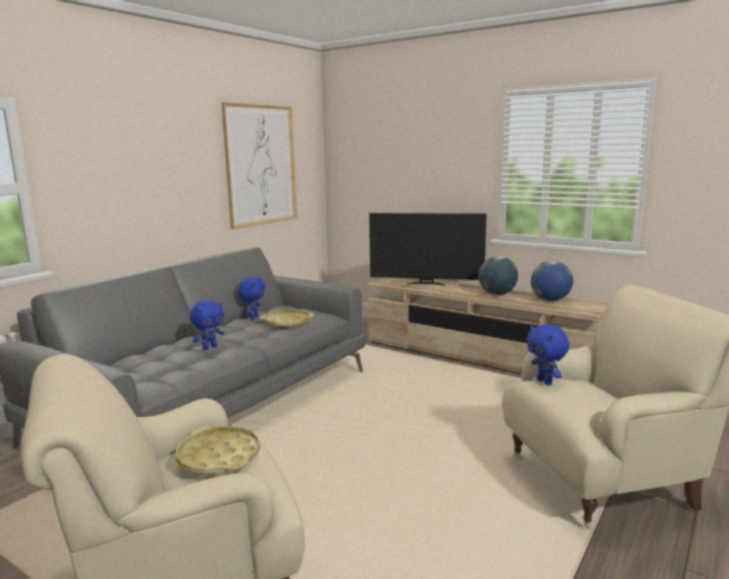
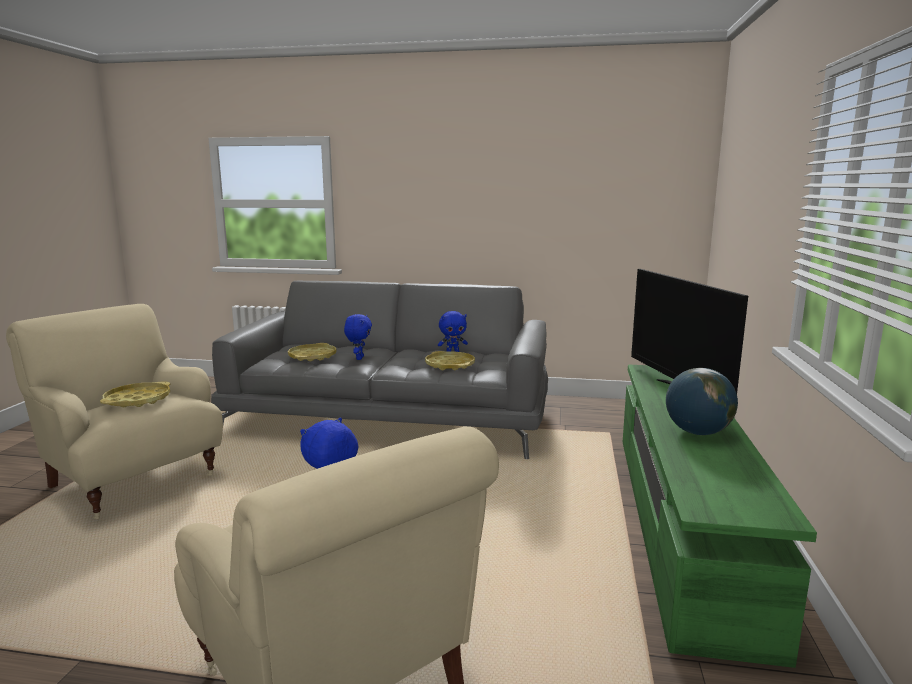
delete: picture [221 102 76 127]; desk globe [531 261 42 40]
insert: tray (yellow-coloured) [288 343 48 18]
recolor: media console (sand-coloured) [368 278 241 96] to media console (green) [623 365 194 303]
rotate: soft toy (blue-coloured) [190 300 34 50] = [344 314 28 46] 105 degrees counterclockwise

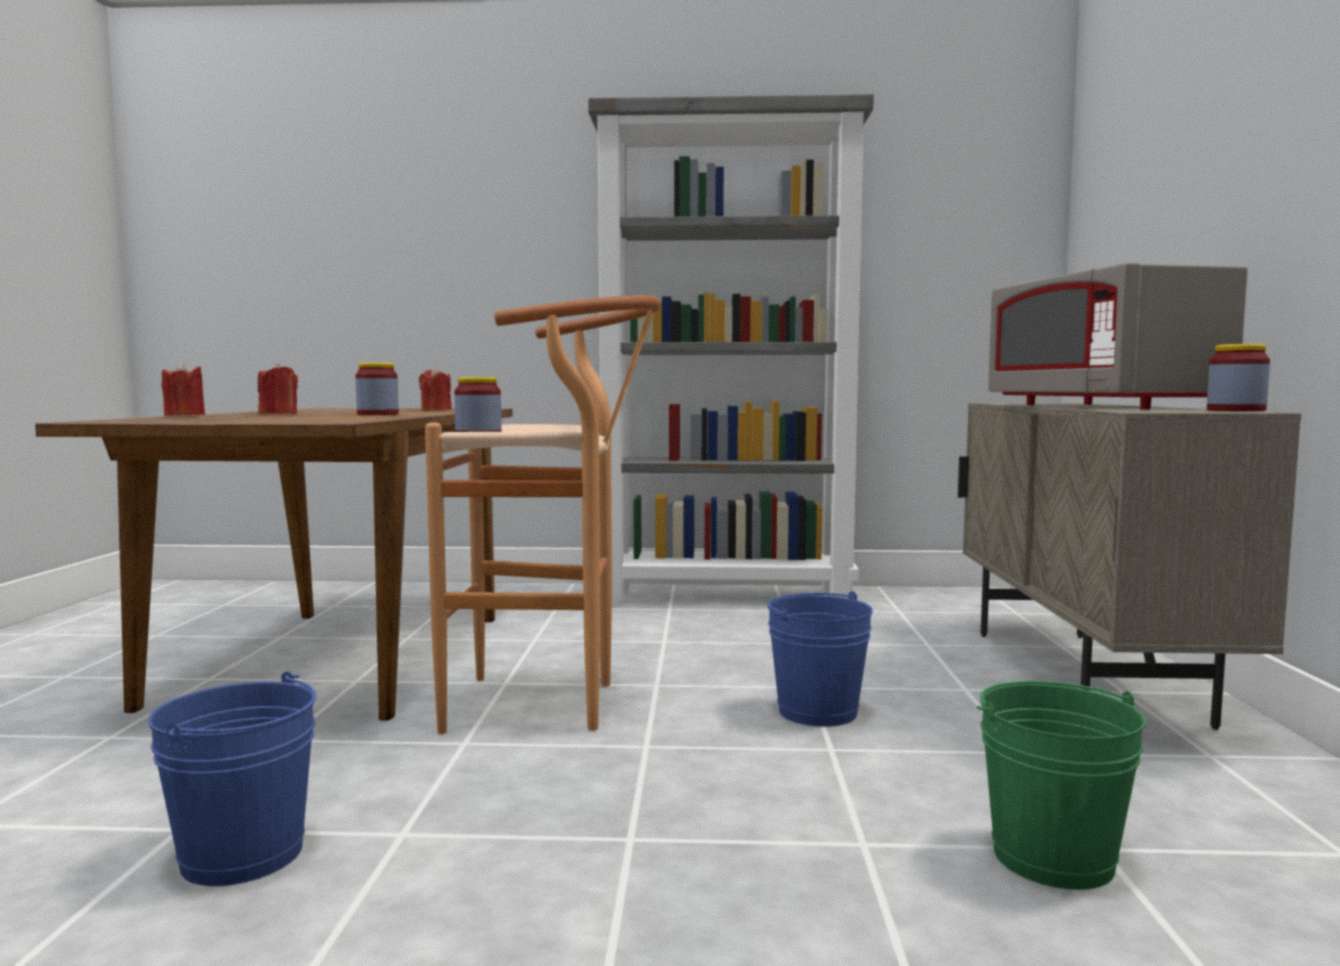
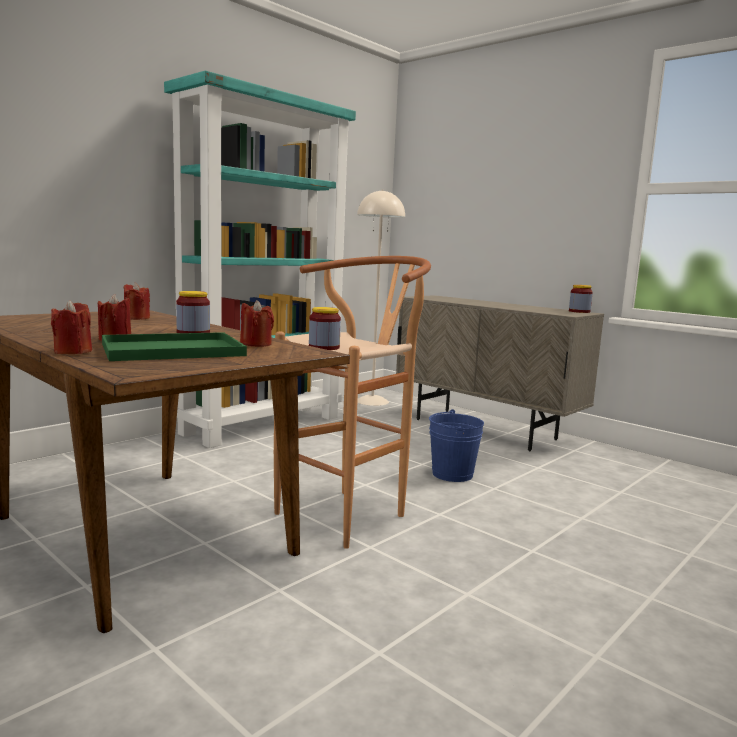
delete: bucket (blue-coloured) [148 671 168 215]; bucket (green) [977 681 169 209]; microwave oven (greyish) [988 262 260 147]
insert: tray (green) [102 332 145 29]; candle (red) [240 300 34 47]; standard lamp (sand-coloured) [357 189 48 217]
recolor: bookshelf (greyish) [588 94 286 512] to bookshelf (blue-green) [164 71 192 377]

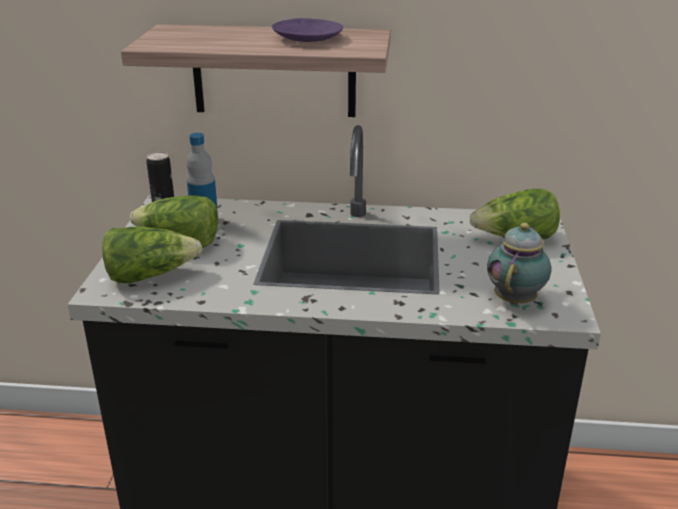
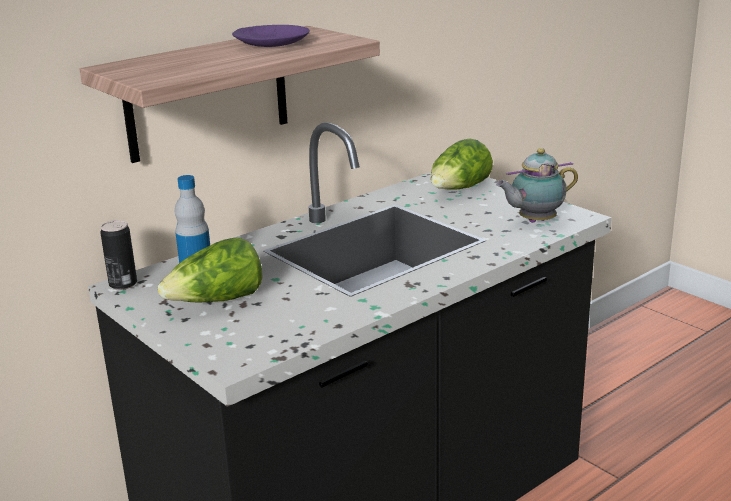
delete: lettuce head [102 227 100 56]
rotate: teapot [487 223 64 81] = [496 148 82 75] 90 degrees counterclockwise

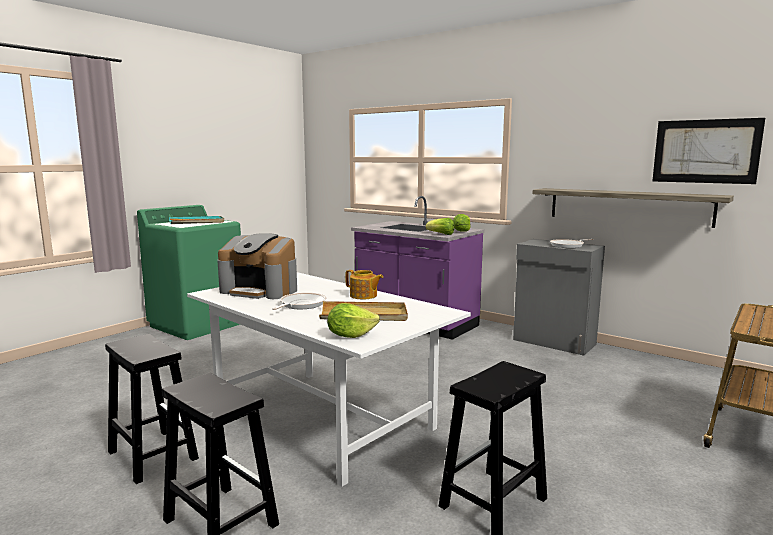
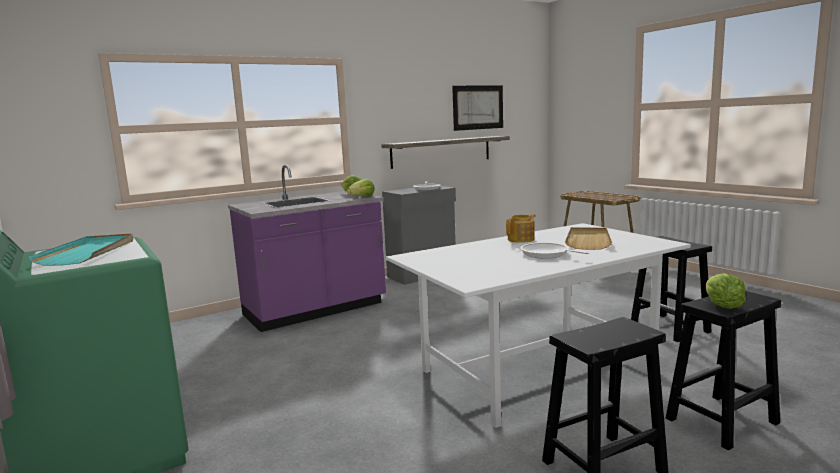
delete: coffee maker [217 233 80 66]
move: lettuce head [327 303 53 35] to [706 273 40 36]

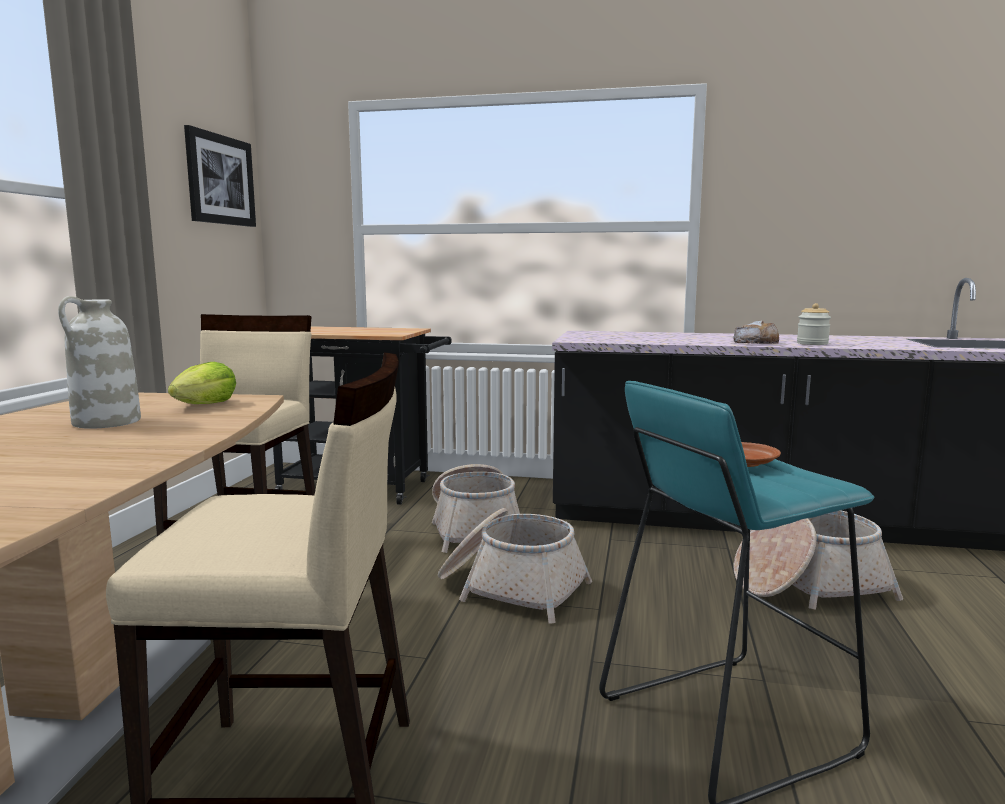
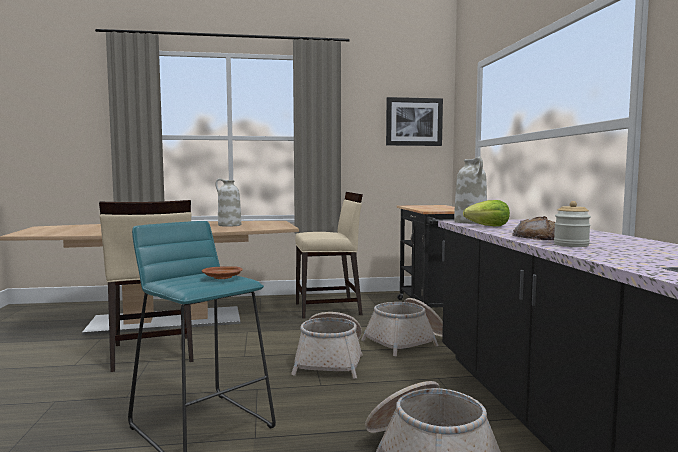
insert: vase (whitish) [454 157 33 67]
move: lettuce head [168 362 68 42] to [463 200 47 26]

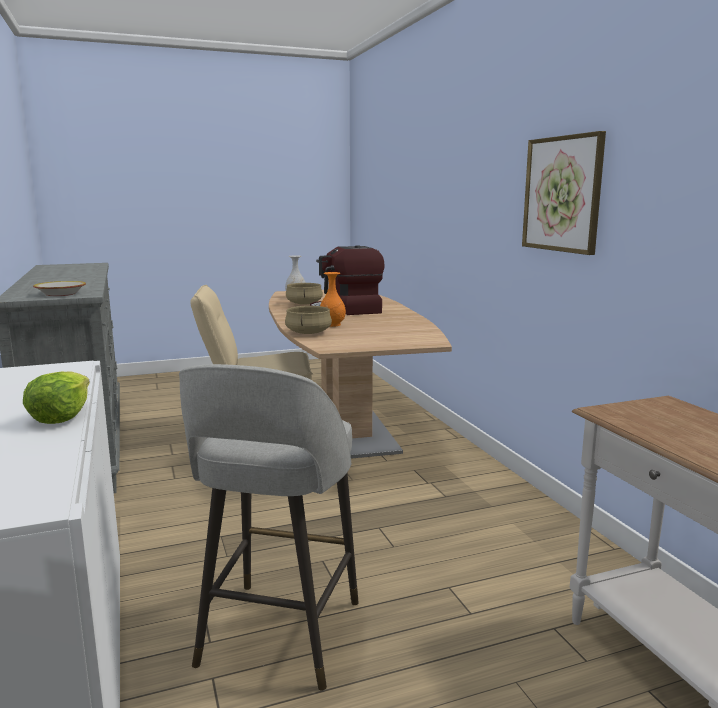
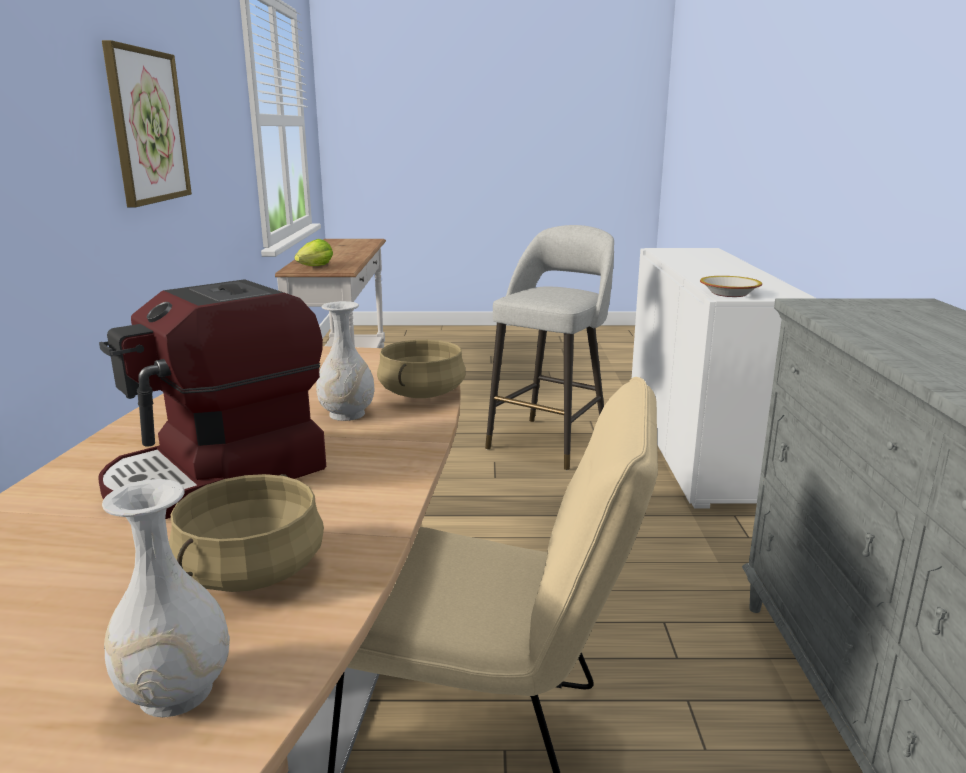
move: lettuce head [23 371 67 53] to [294 239 39 27]; deep dish [33 281 53 15] to [700 276 62 21]
recolor: vase (orange) [320 272 26 55] to vase (whitish) [316 301 59 120]
rotate: coffee maker [310 245 75 70] = [99 279 227 240] 135 degrees clockwise

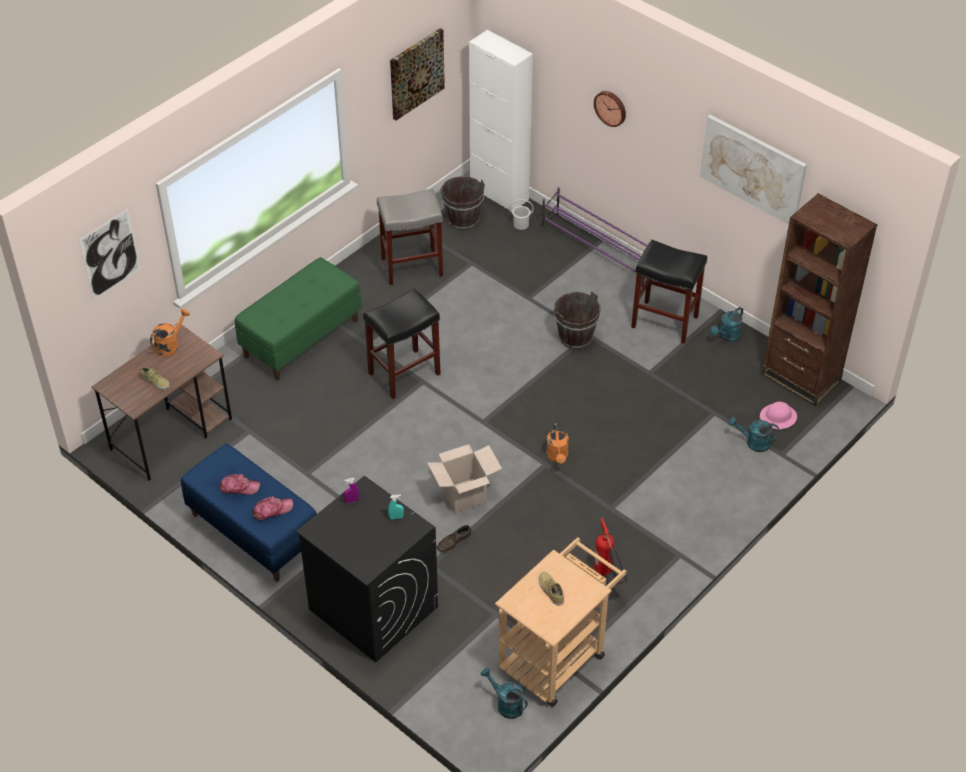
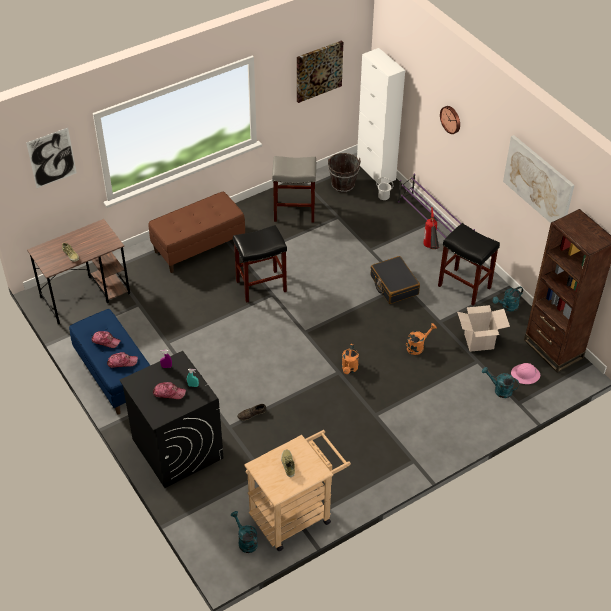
insert: baseball cap [153 382 33 17]
move: sprinkling can (orange) [150 309 40 47] to [406 323 31 32]; packing box [427 444 75 69] to [457 305 53 47]; fire extinguisher [594 518 34 67] to [423 207 16 42]
replace: bucket (brown) [554 291 47 58] to suitcase (black) [371 256 49 48]
recolor: long seat (green) [235 257 127 123] to long seat (brown) [148 191 97 82]

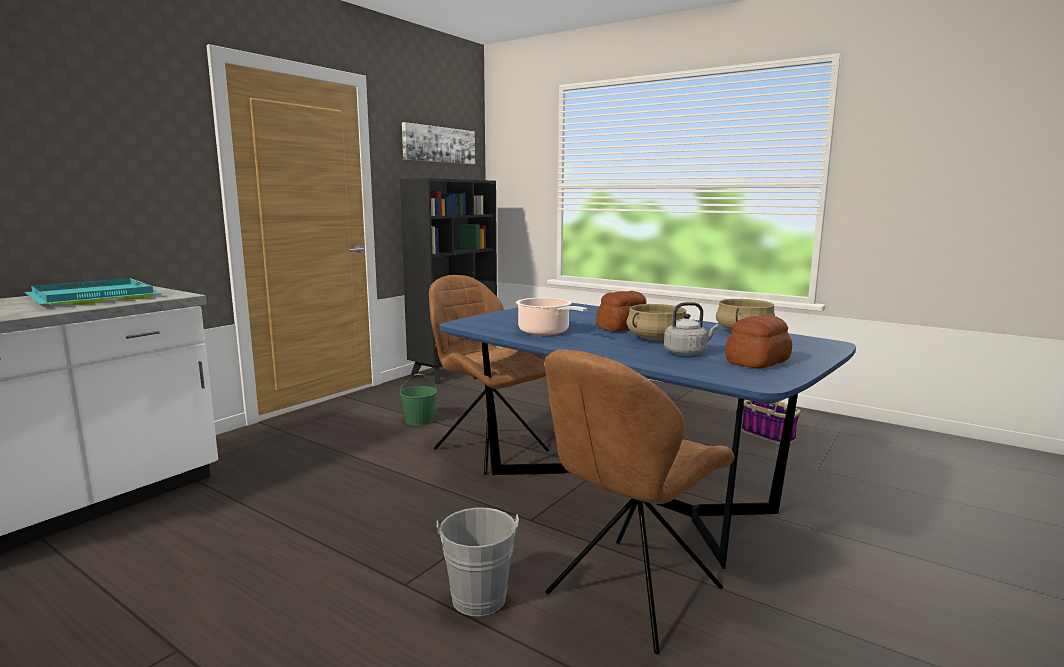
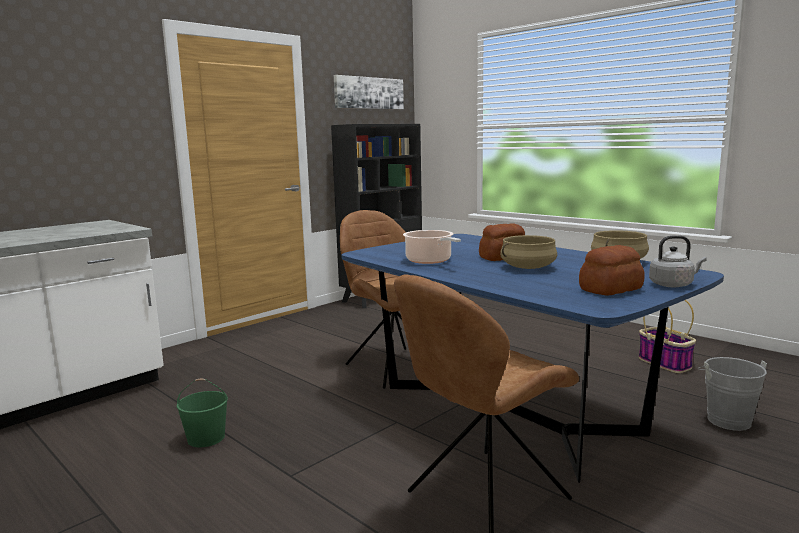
delete: tray (blue-green) [24 278 137 27]
move: bucket (green) [400 374 37 52] to [177 379 51 68]; bucket (greyish) [436 508 83 108] to [698 357 69 74]; kettle (greyish) [664 302 55 54] to [649 235 58 52]

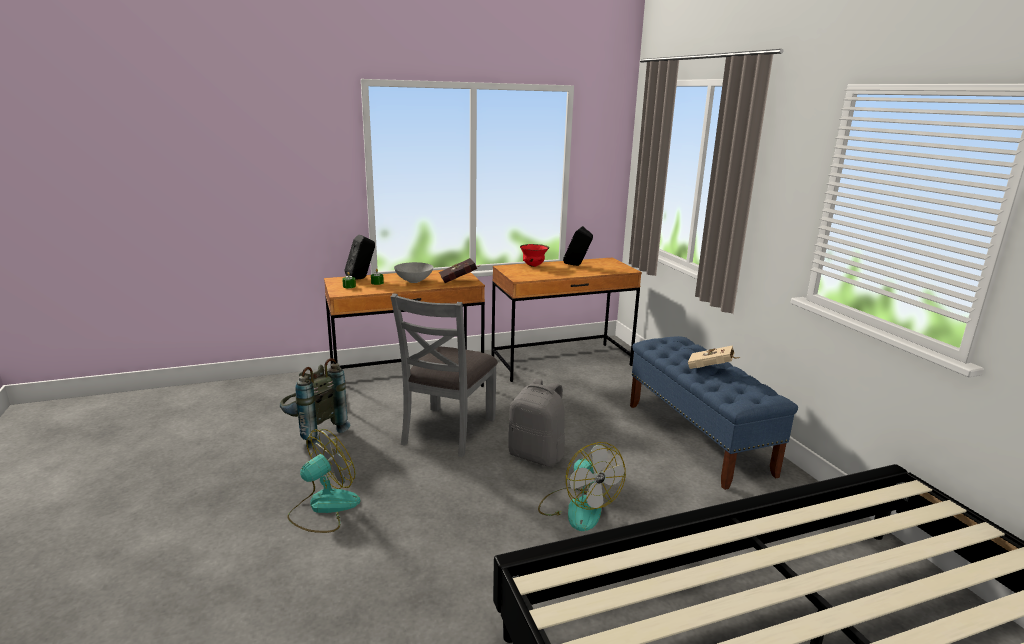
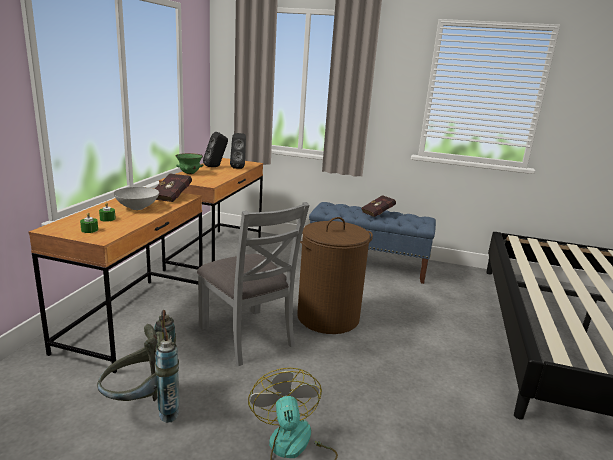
delete: fan [538 442 88 89]
move: audio speaker (black) [345 235 30 45] to [230 133 16 36]
replace: rucksack (greyish) [508 378 57 88] to hamper (brown) [297 217 76 117]
recolor: deep dish (red) [520 244 29 23] to deep dish (green) [176 153 27 21]; bound book (sand-coloured) [688 345 51 24] to bound book (red) [362 195 34 22]

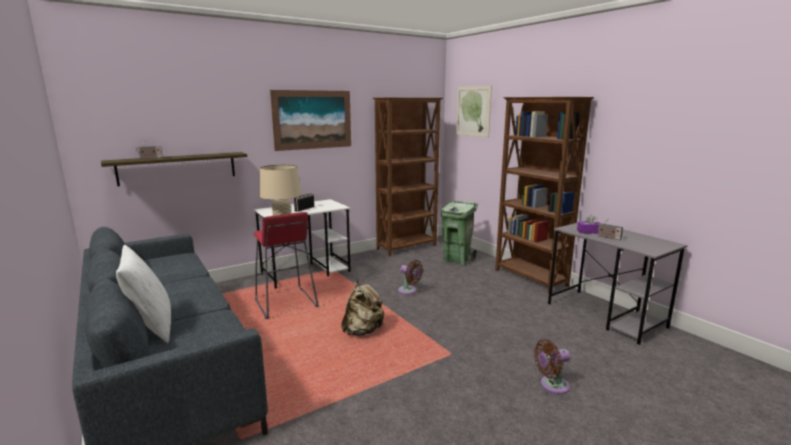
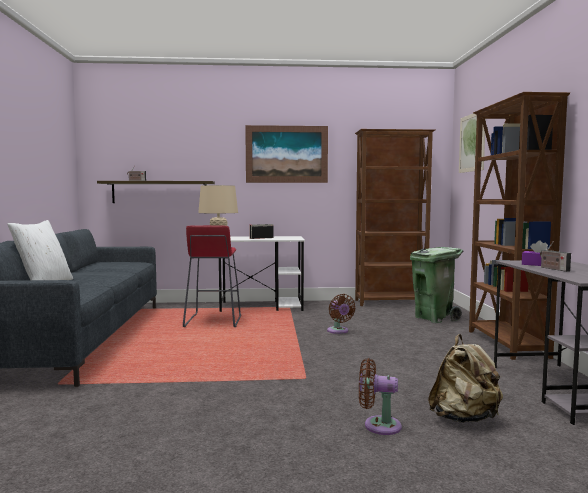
move: rucksack (sand-coloured) [341 280 43 56] to [428 334 75 89]

